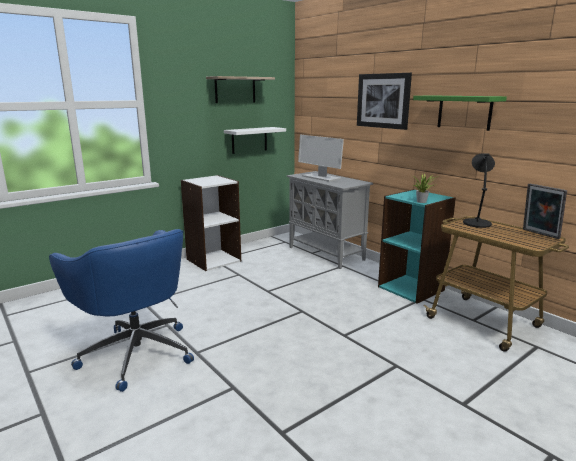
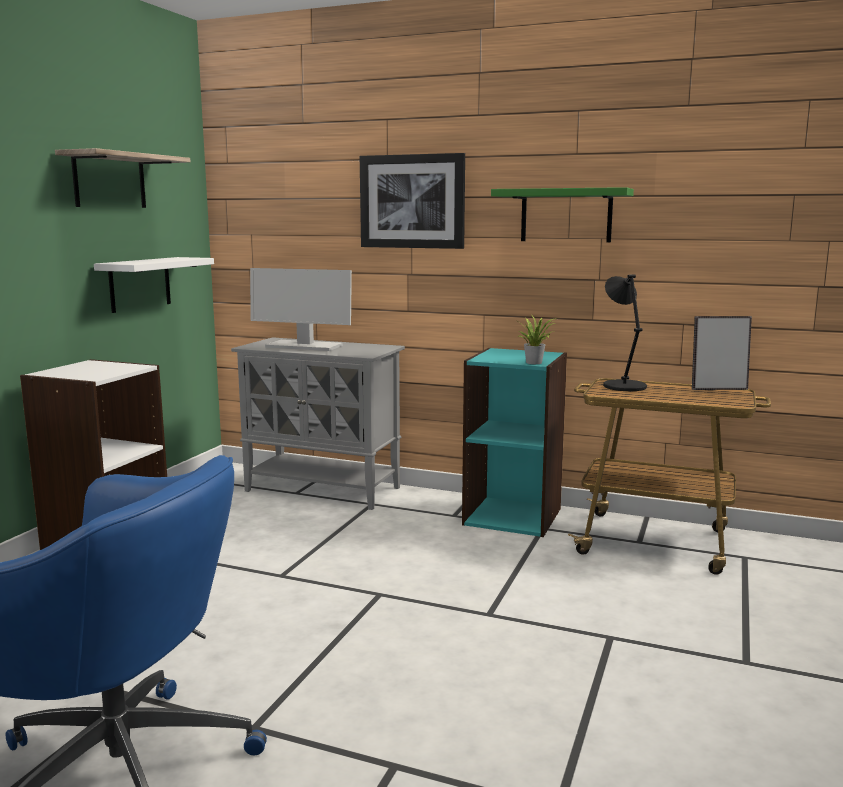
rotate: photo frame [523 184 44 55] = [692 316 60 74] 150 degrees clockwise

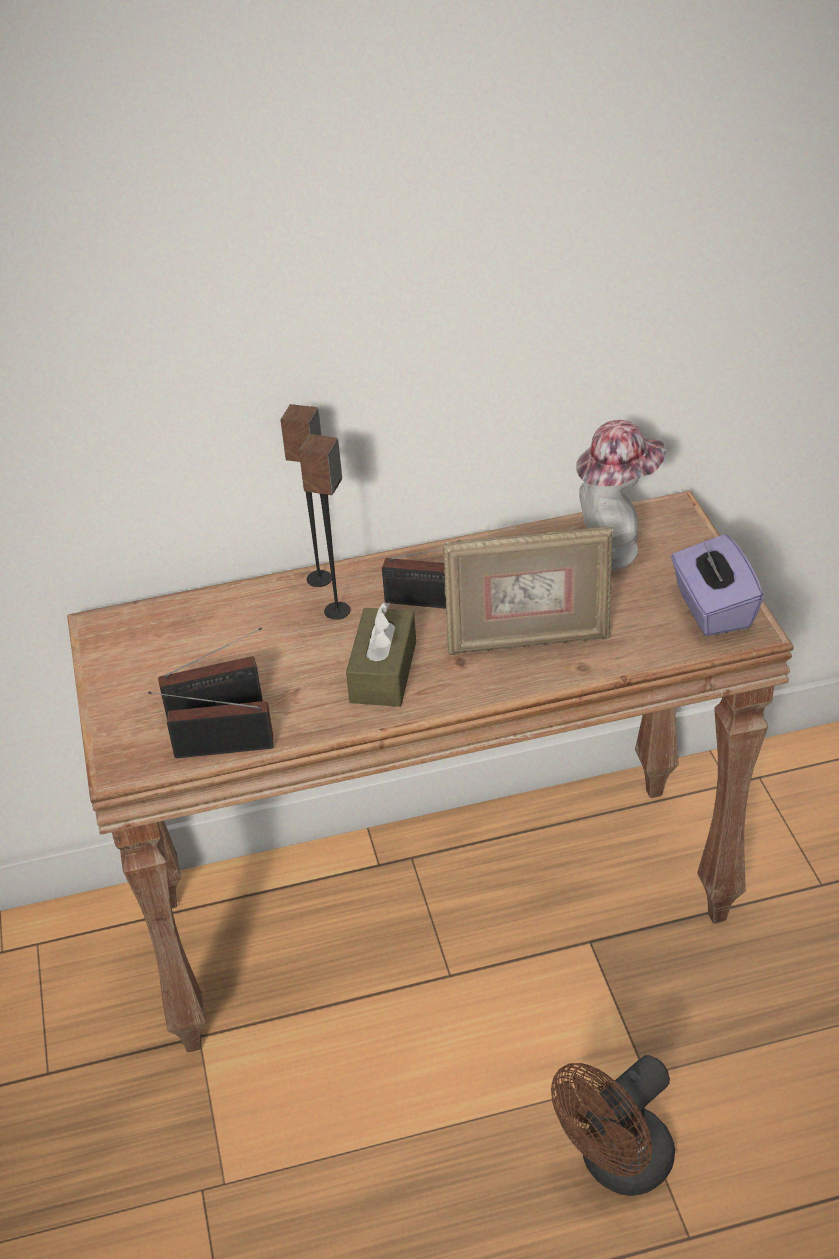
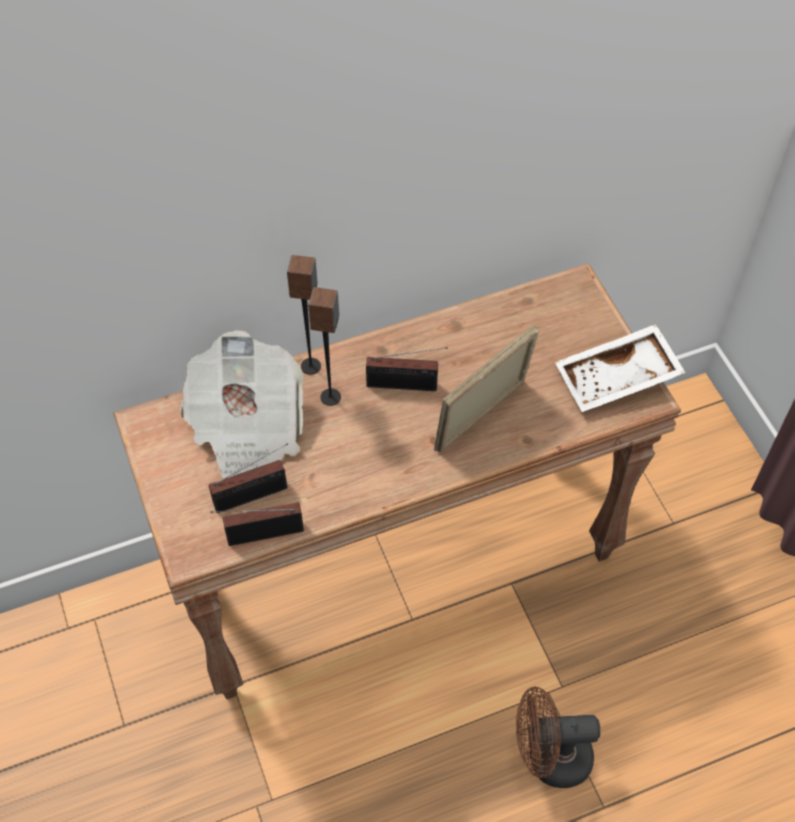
delete: box of tissues (brown) [346 602 70 105]; clothing hat [576 420 90 150]
insert: newspaper [180 330 123 149]
replace: box of tissues (purple) [671 534 93 102] to tray (whitish) [555 324 131 88]
rotate: photo frame [442 526 171 129] = [434 325 105 127] 150 degrees clockwise; fan (brown) [551 1055 124 141] = [516 687 85 101] 45 degrees clockwise

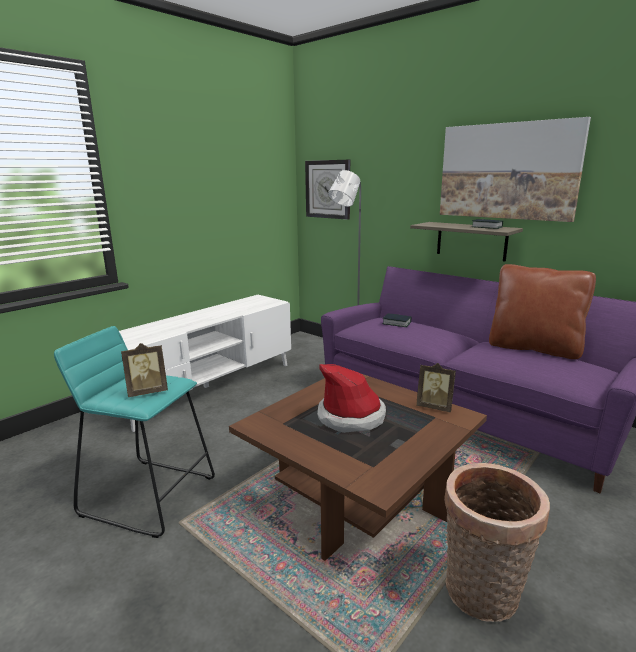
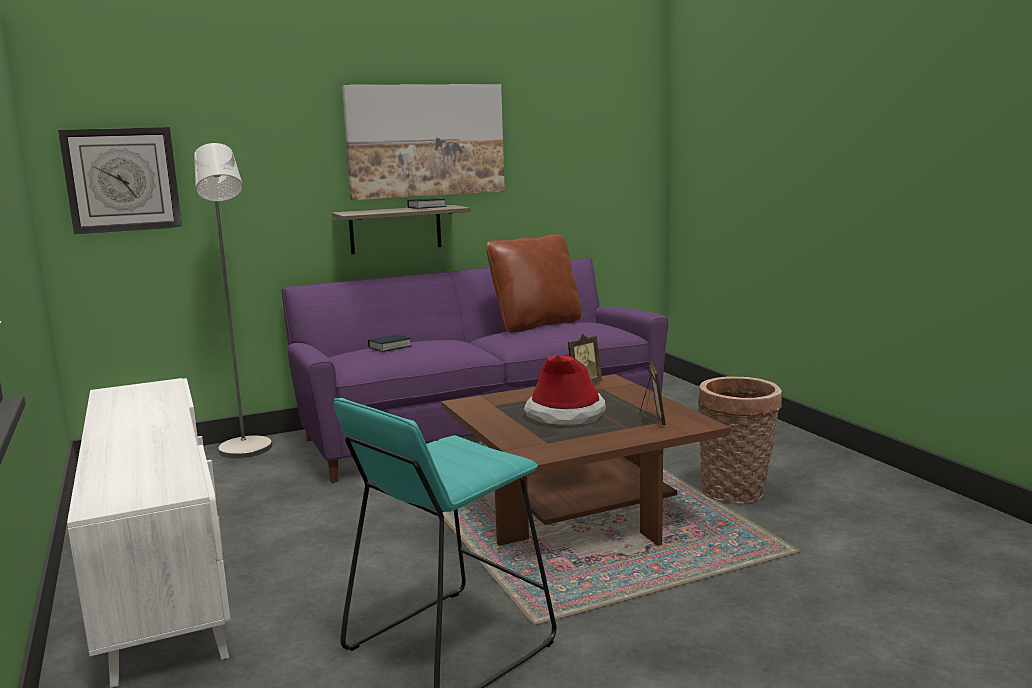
move: photo frame [121 343 47 54] to [639 362 27 64]

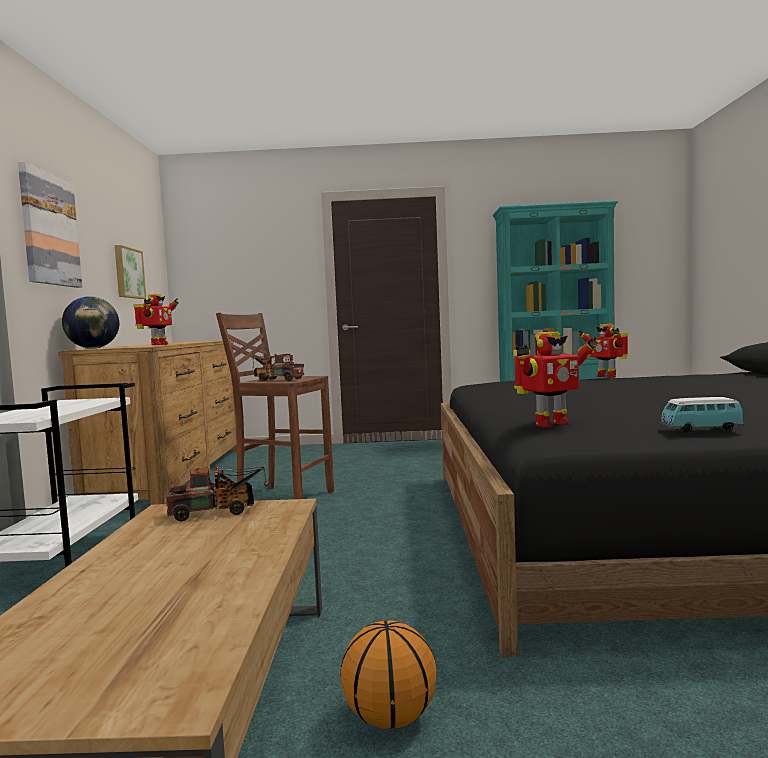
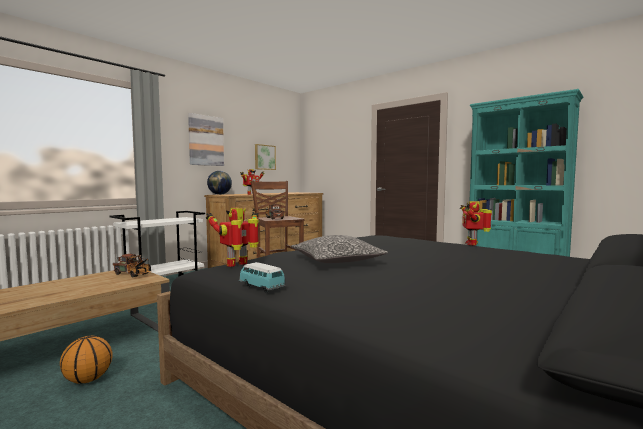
insert: pillow [291 235 97 28]
rotate: robot figure [513 332 85 96] = [206 208 53 59] 120 degrees clockwise

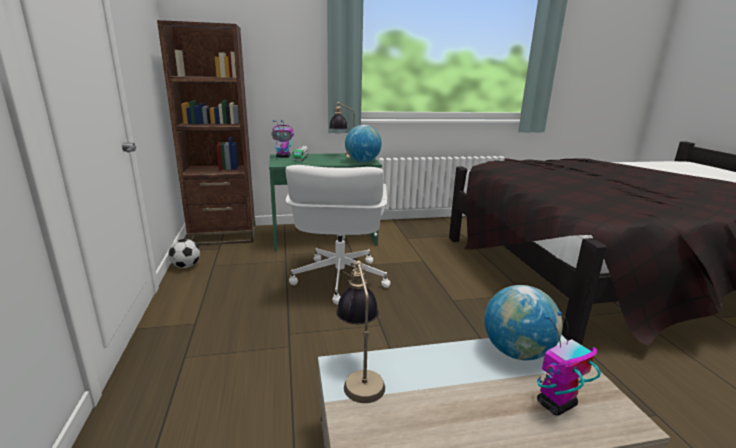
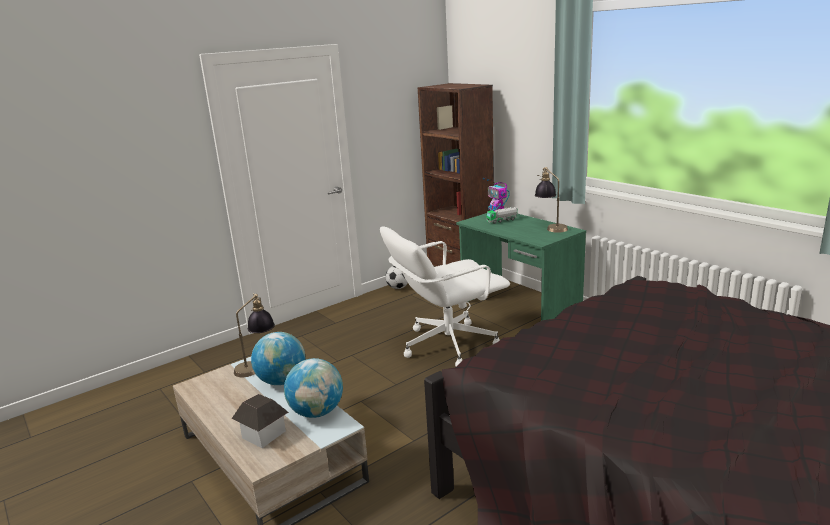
move: desk globe [345 125 37 37] to [251 332 54 53]
replace: robot figure [537 311 64 105] to toy house [232 394 57 54]

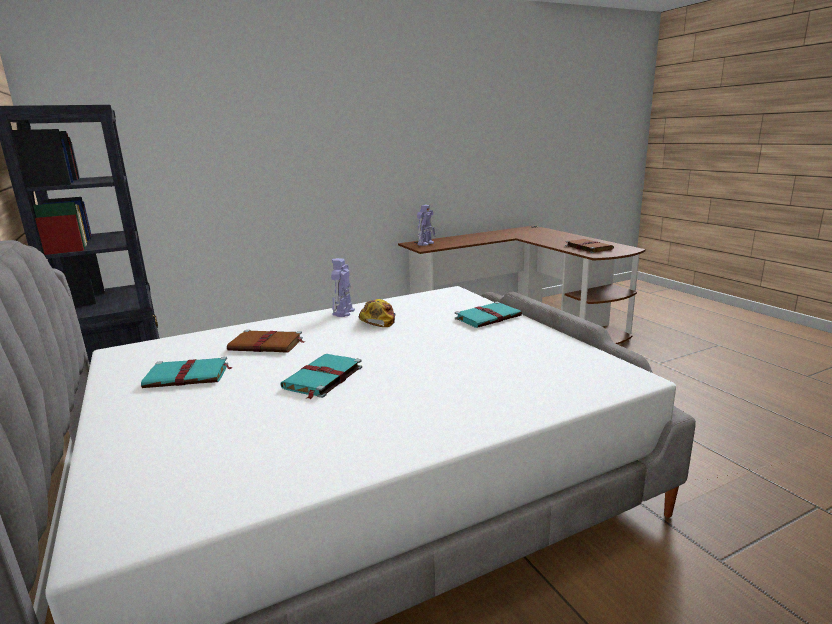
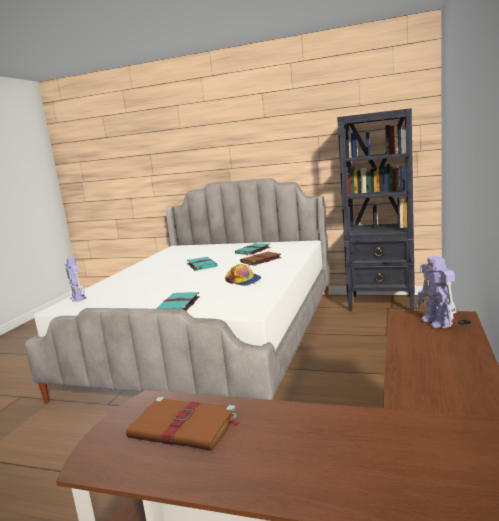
move: robot figure [331 258 24 59] to [65 257 21 45]

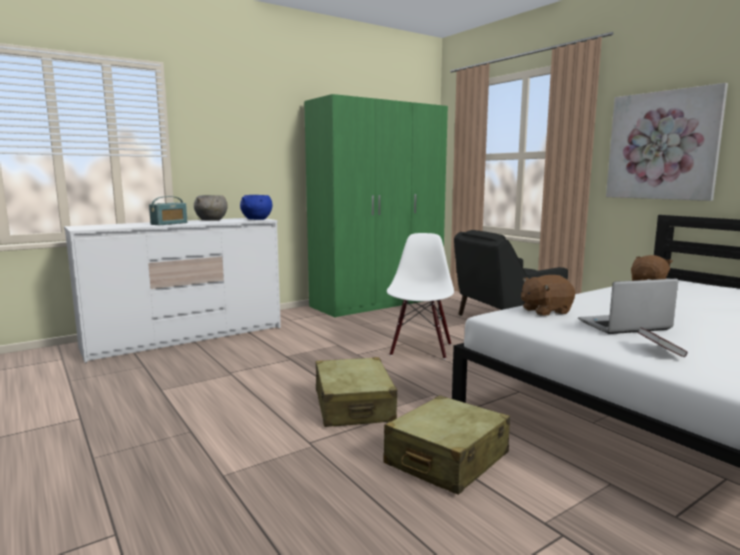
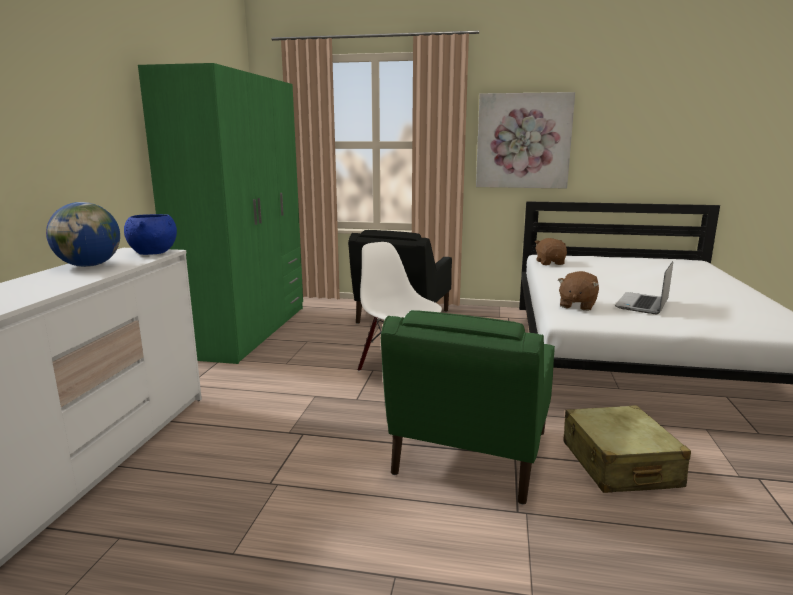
delete: radio set [149 196 38 29]; bound book [637 327 51 30]
replace: deep dish (greyish) [194 195 34 26] to desk globe [46 202 74 65]; suitcase (sand-coloured) [316 357 81 70] to lounge chair (green) [381 310 174 195]

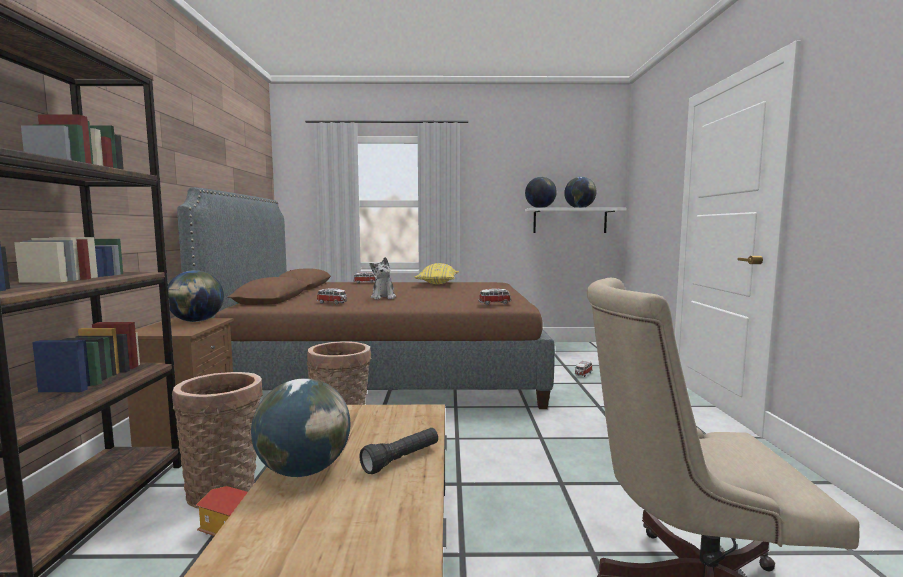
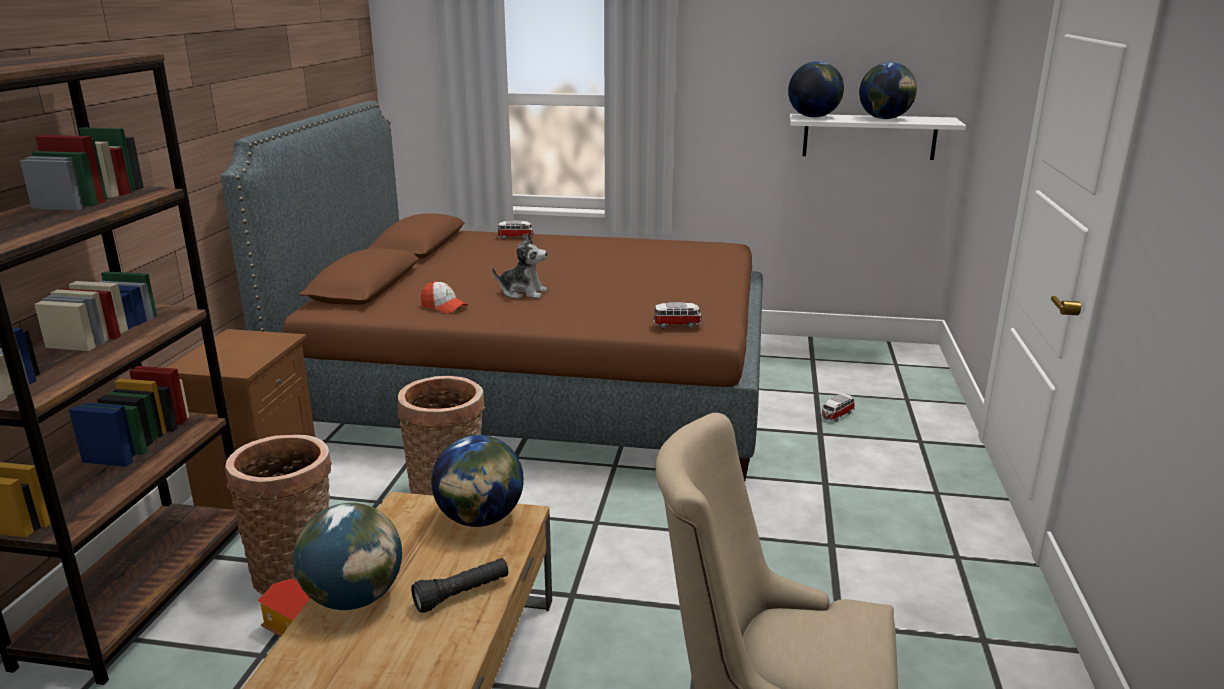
delete: pillow (yellow-coloured) [415 263 44 21]
move: desk globe [168 270 56 52] to [431 435 93 92]
replace: model car [317 288 30 17] to baseball cap [421 281 47 33]
rotate: soft toy [370 257 26 43] = [492 233 56 66] 75 degrees counterclockwise

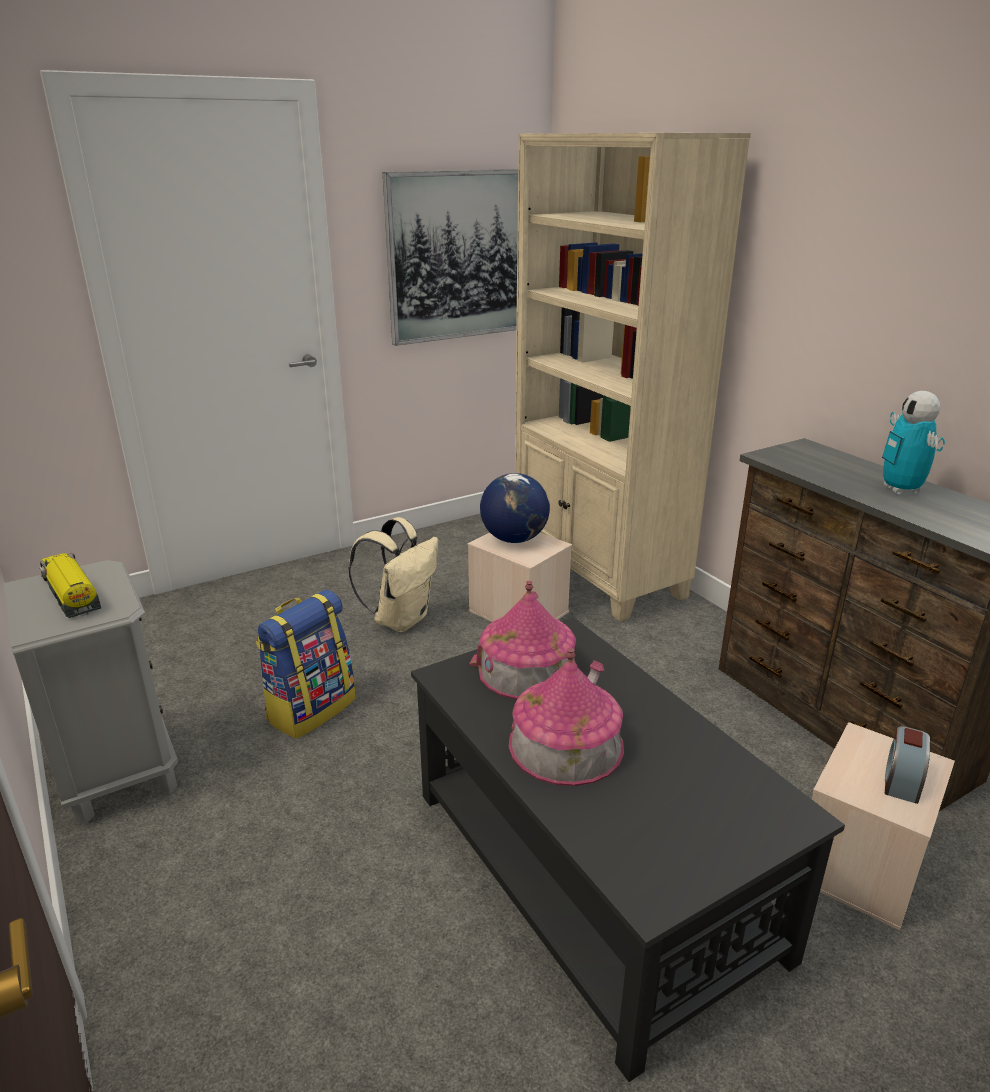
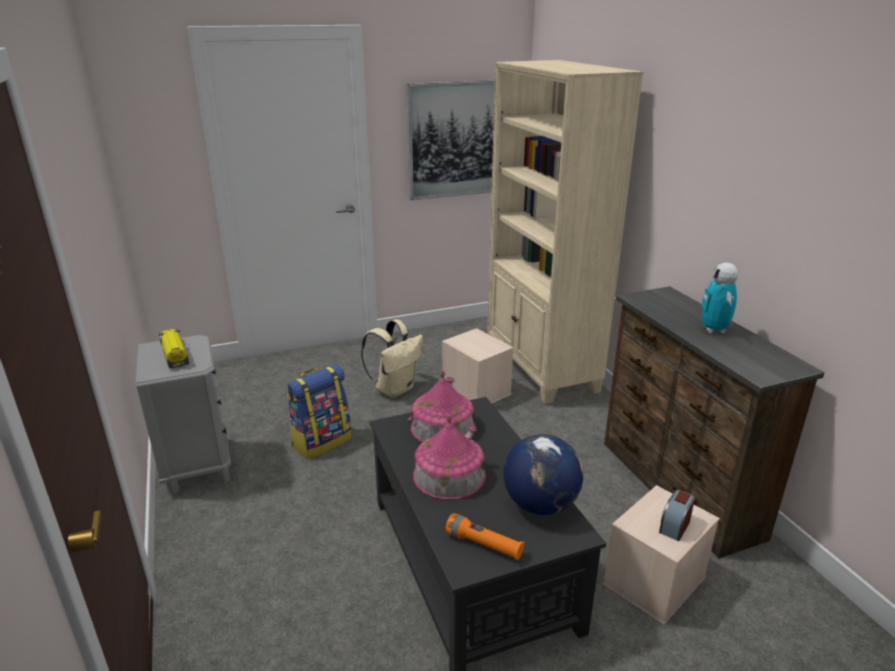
insert: torch (orange) [446 513 79 47]
move: desk globe [480 473 70 70] to [503 434 80 81]

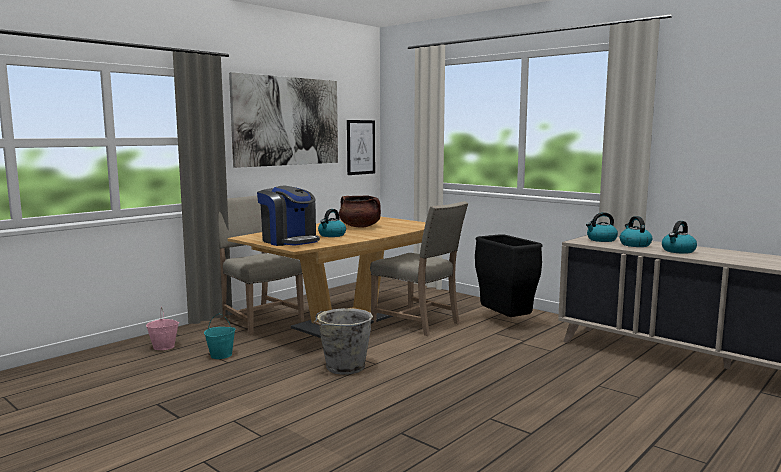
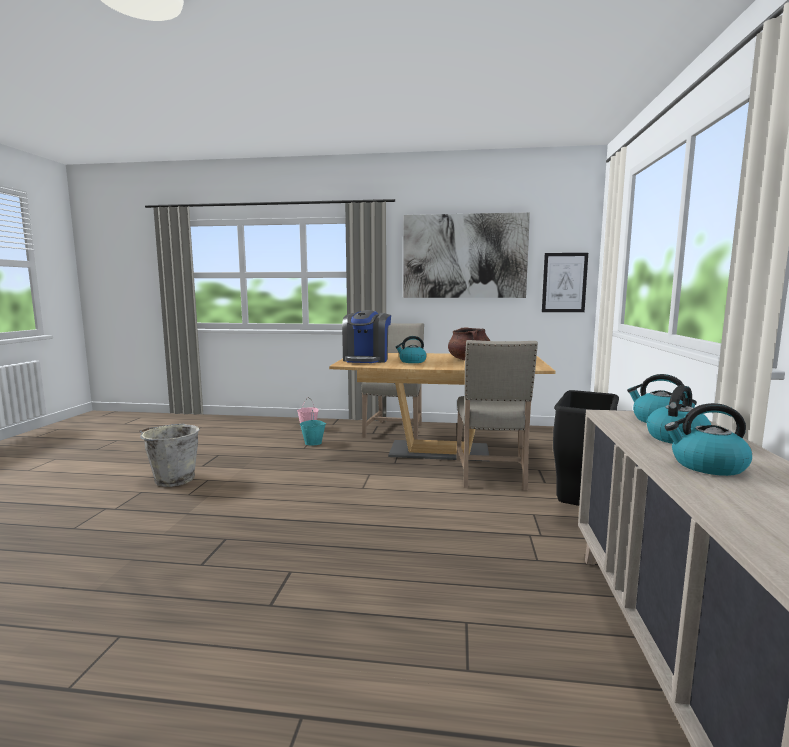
move: bucket (greyish) [313 308 60 67] to [139 424 61 63]

